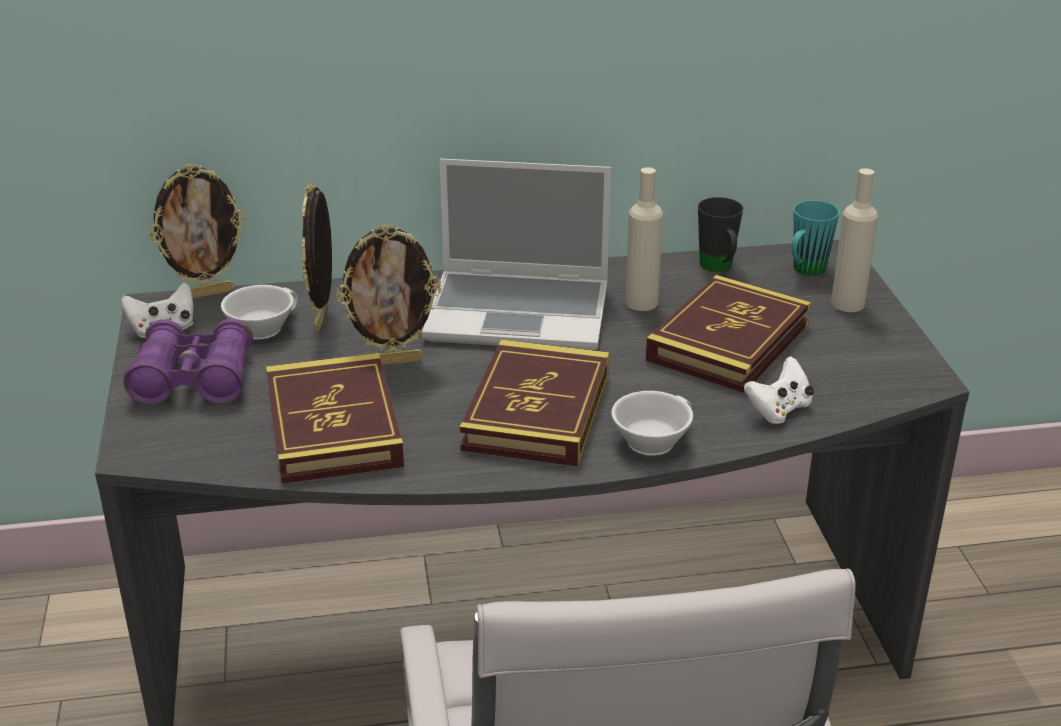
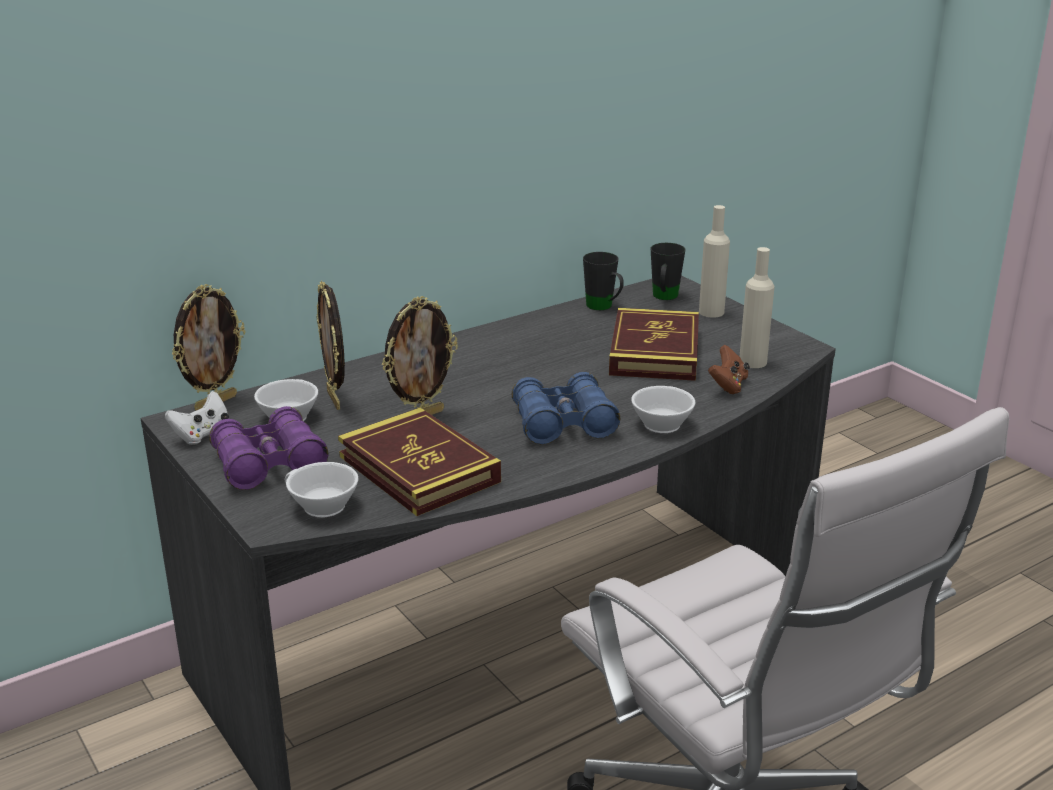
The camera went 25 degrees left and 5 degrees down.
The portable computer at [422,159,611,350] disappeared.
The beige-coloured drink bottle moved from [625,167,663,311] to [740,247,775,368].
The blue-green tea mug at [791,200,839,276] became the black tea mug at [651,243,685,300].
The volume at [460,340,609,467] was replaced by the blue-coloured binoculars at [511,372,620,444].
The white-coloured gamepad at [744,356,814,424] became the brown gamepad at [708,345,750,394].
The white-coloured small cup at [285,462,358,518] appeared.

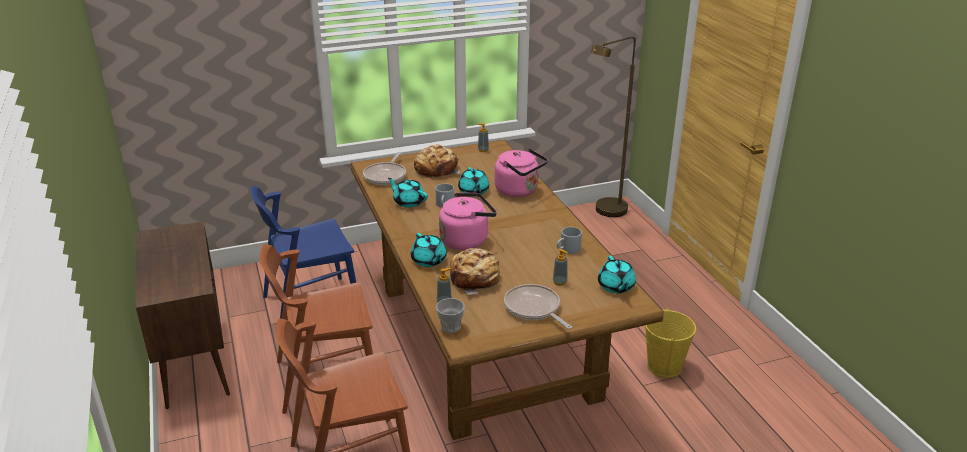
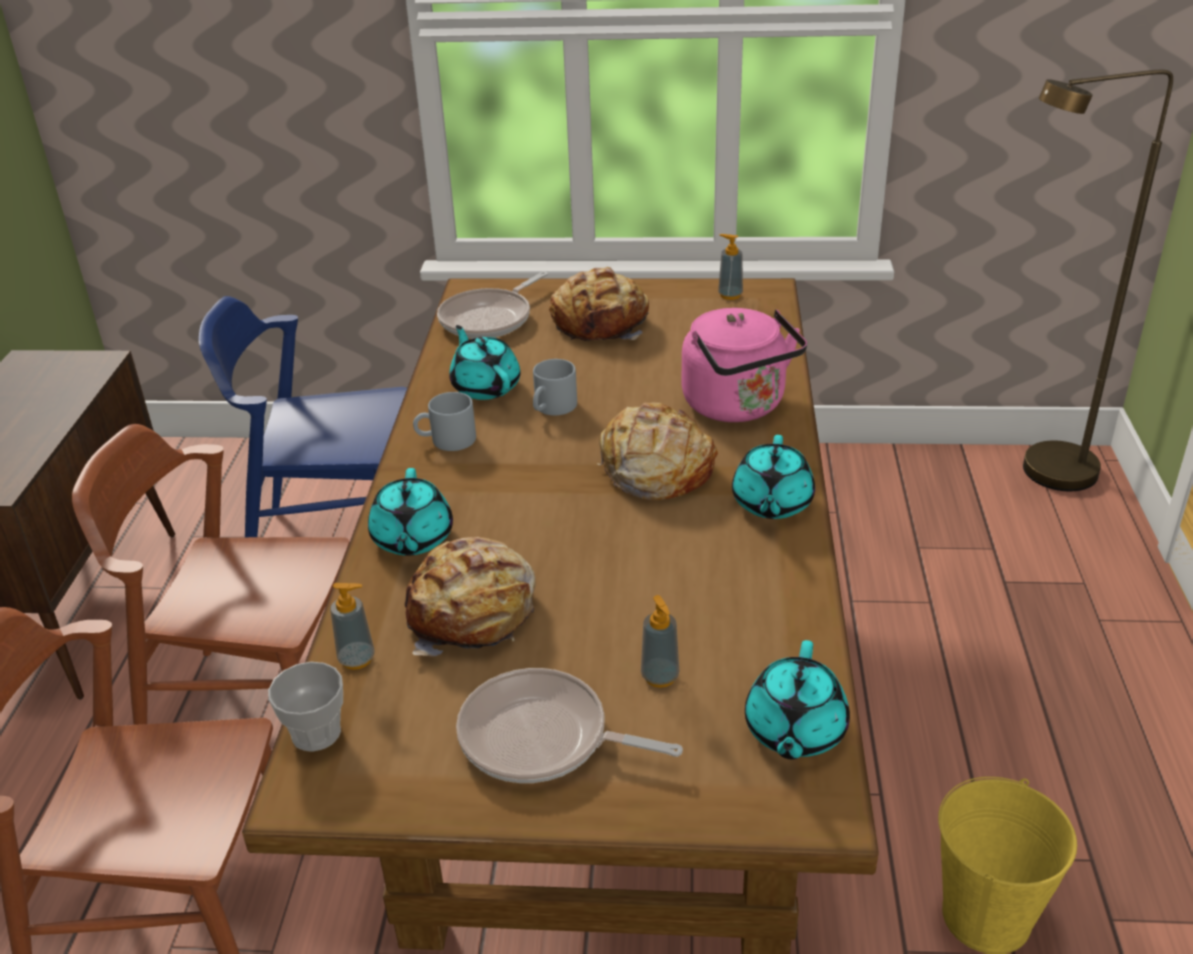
The camera went 25 degrees right and 5 degrees up.
The blue-green tea pot moved from [458,167,489,195] to [732,435,815,519].
The pink-coloured water kettle at [439,193,497,250] disappeared.
The grey tea mug moved from [557,227,582,254] to [413,392,476,451].
The frying pan at [504,284,572,329] turned 60 degrees counterclockwise.
The bread at [597,402,718,500] appeared.

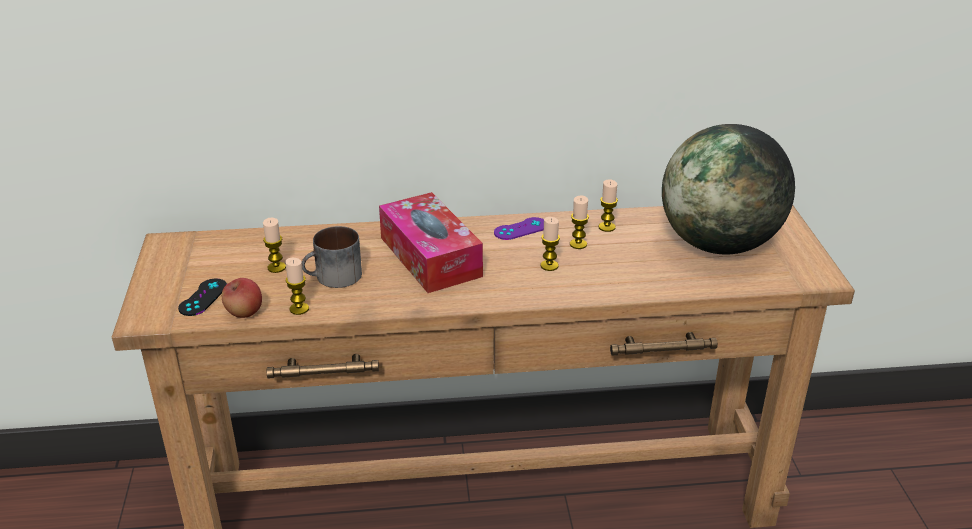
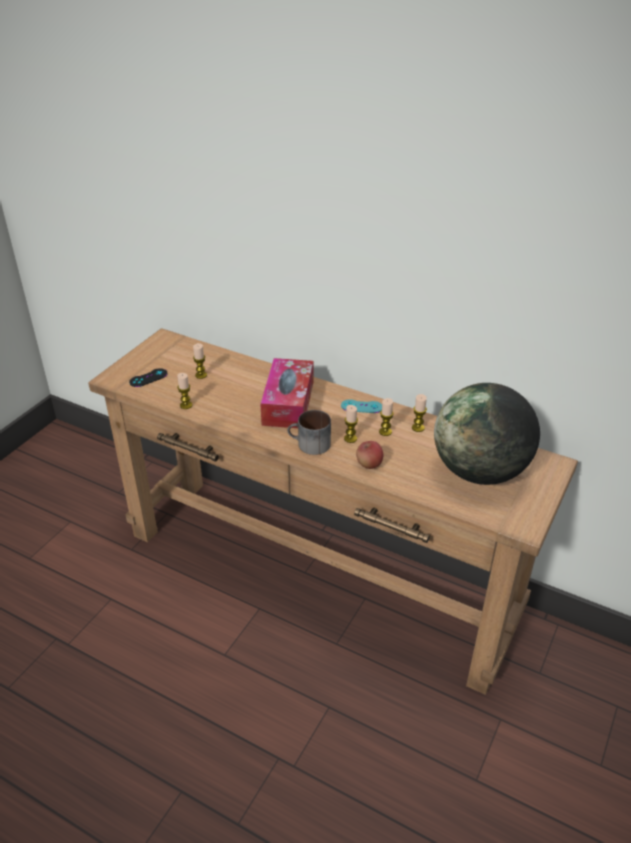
The camera went 35 degrees right and 5 degrees up.
The purplish gamepad at [494,217,544,240] became the blue-green gamepad at [341,399,382,413].
The tea mug moved from [302,226,362,288] to [287,410,331,455].
The apple moved from [222,278,262,318] to [356,441,383,469].

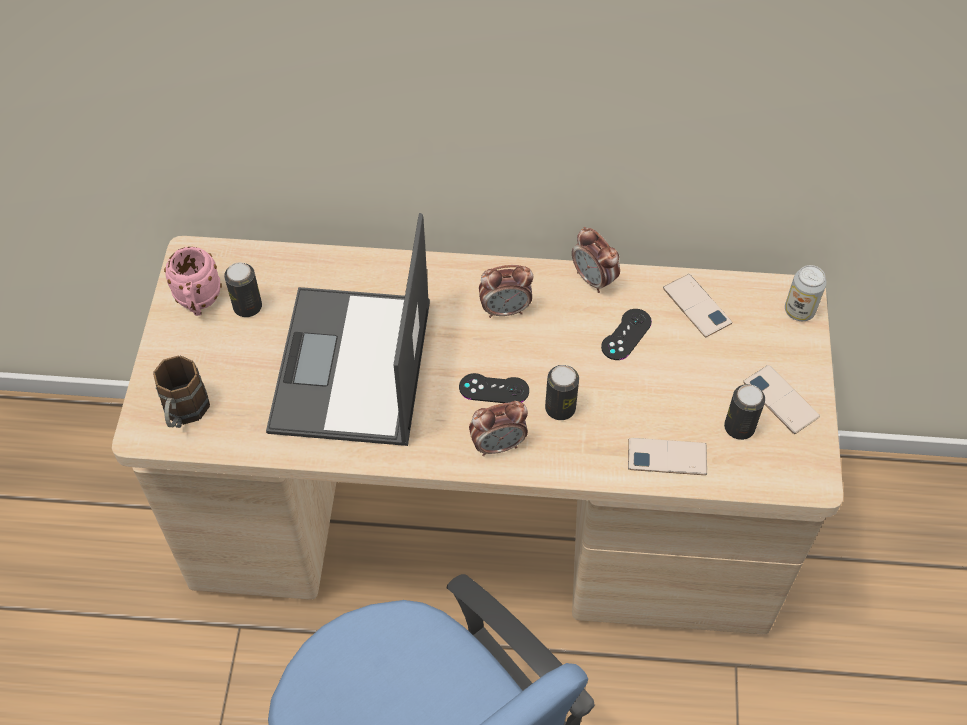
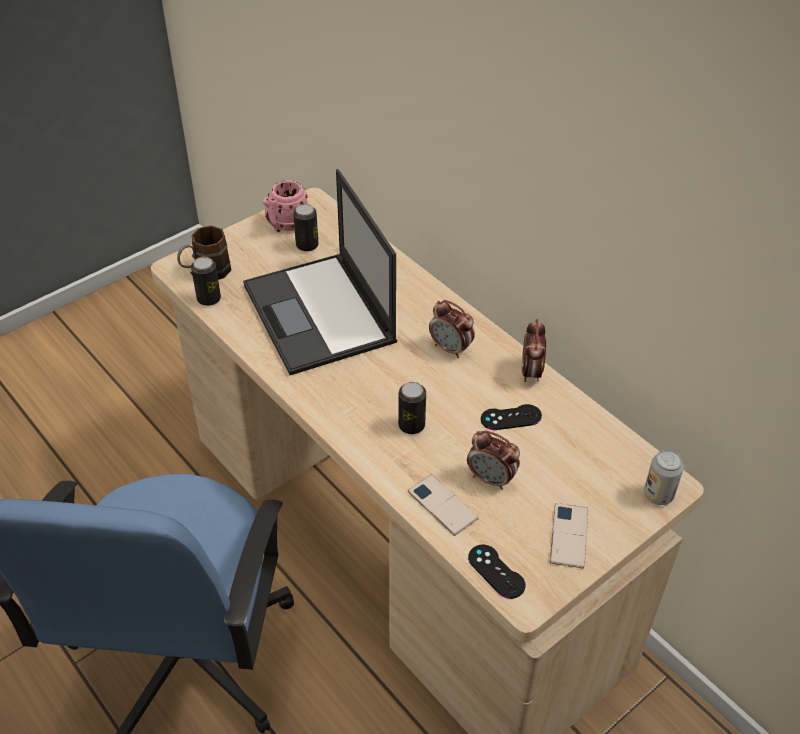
The camera went 45 degrees right and 10 degrees down.
The portable computer at [266,213,430,446] turned 75 degrees counterclockwise.
The phone at [663,274,732,337] disappeared.
The black gamepad moved from [459,373,529,403] to [468,545,525,599].
The can moved from [724,384,765,440] to [191,257,221,306].
The alarm clock moved from [469,401,528,456] to [467,431,520,490].

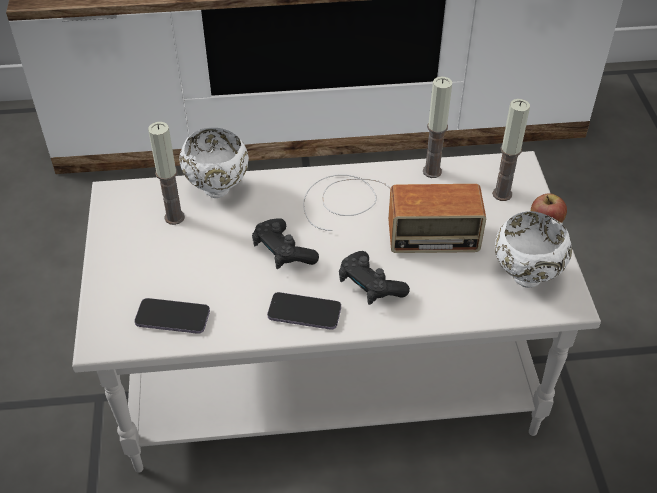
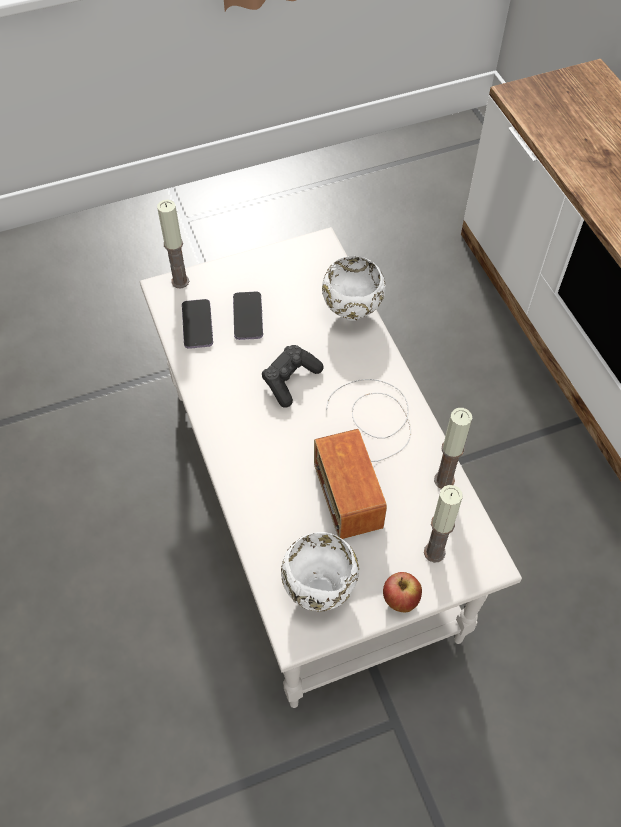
The camera went 75 degrees right and 10 degrees up.
The wax candle moved from [148,122,185,225] to [157,200,189,288].
The black gamepad at [339,251,410,305] disappeared.
The phone moved from [267,292,341,330] to [233,292,263,340].

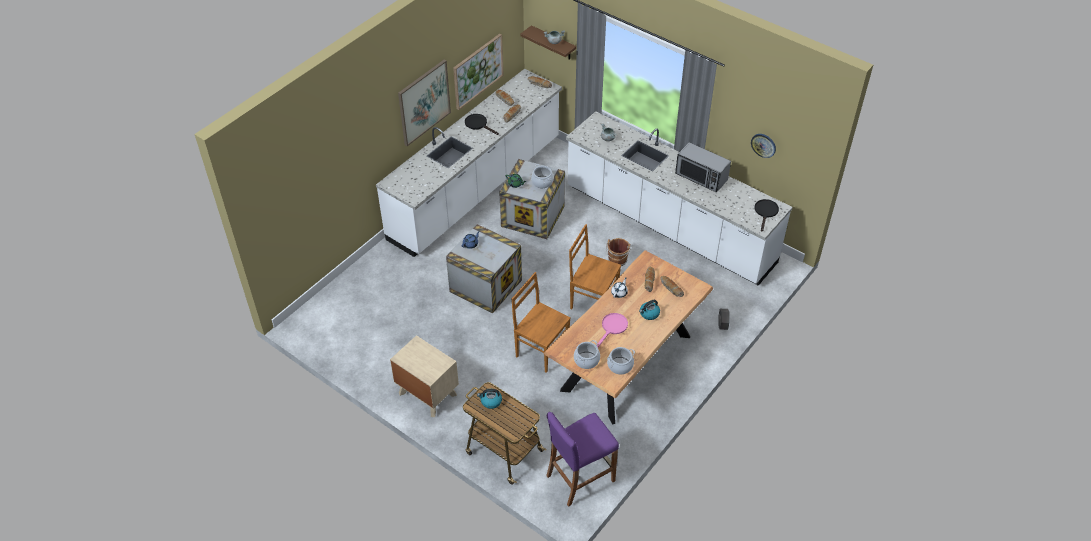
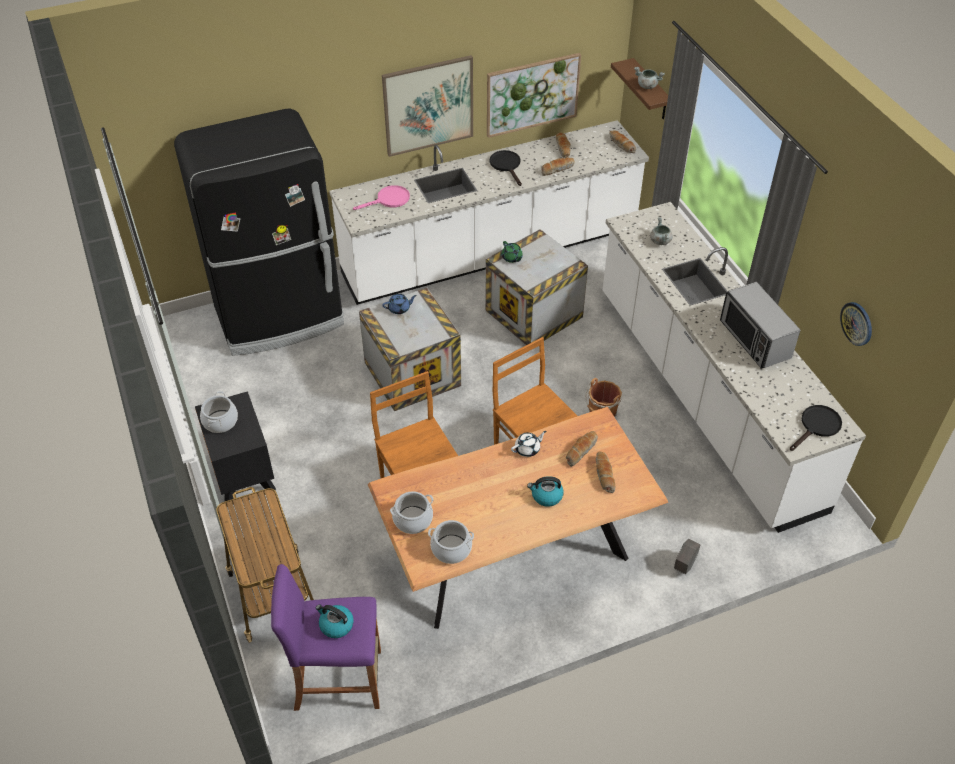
The camera went 30 degrees right and 0 degrees up.
The stockpot moved from [531,164,554,188] to [200,391,238,433].
The pink-coloured frying pan moved from [597,313,628,347] to [353,185,410,210].
The beige-coloured bedside table at [390,335,459,417] became the black bedside table at [195,391,276,502].
The water kettle moved from [477,389,502,409] to [316,604,354,638].
The black kitchen fridge at [174,109,344,356] appeared.

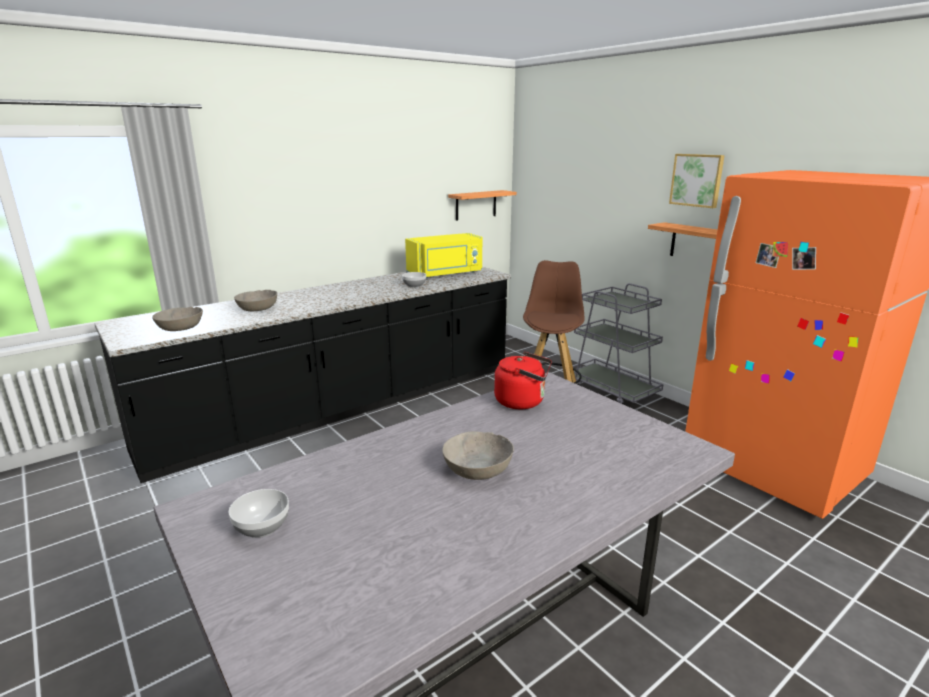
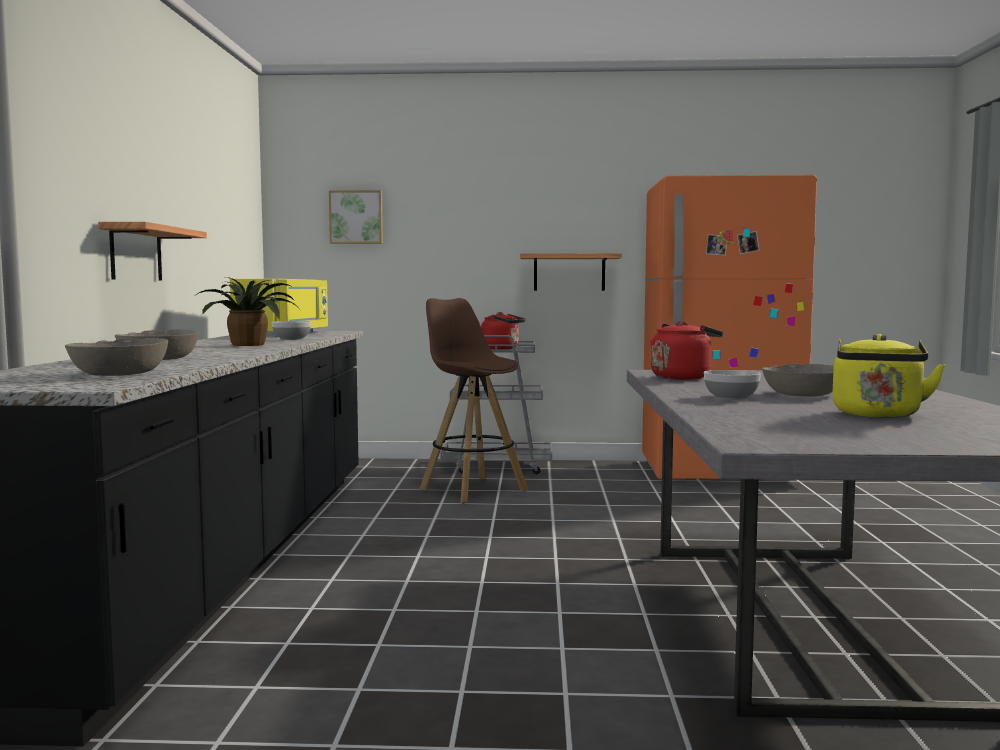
The camera went 50 degrees left and 15 degrees down.
The wall picture moved from [669,154,725,208] to [329,190,383,244].
The shelf moved from [448,190,517,220] to [98,222,207,280].
The deep dish moved from [228,489,289,538] to [704,370,761,400].
The potted plant at [196,277,299,346] appeared.
The reddish water kettle at [481,312,526,350] appeared.
The yellow-coloured water kettle at [832,334,945,418] appeared.

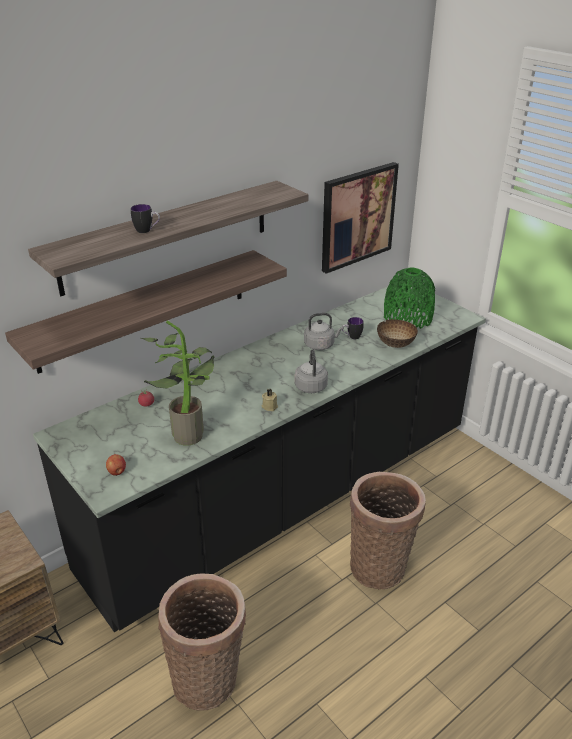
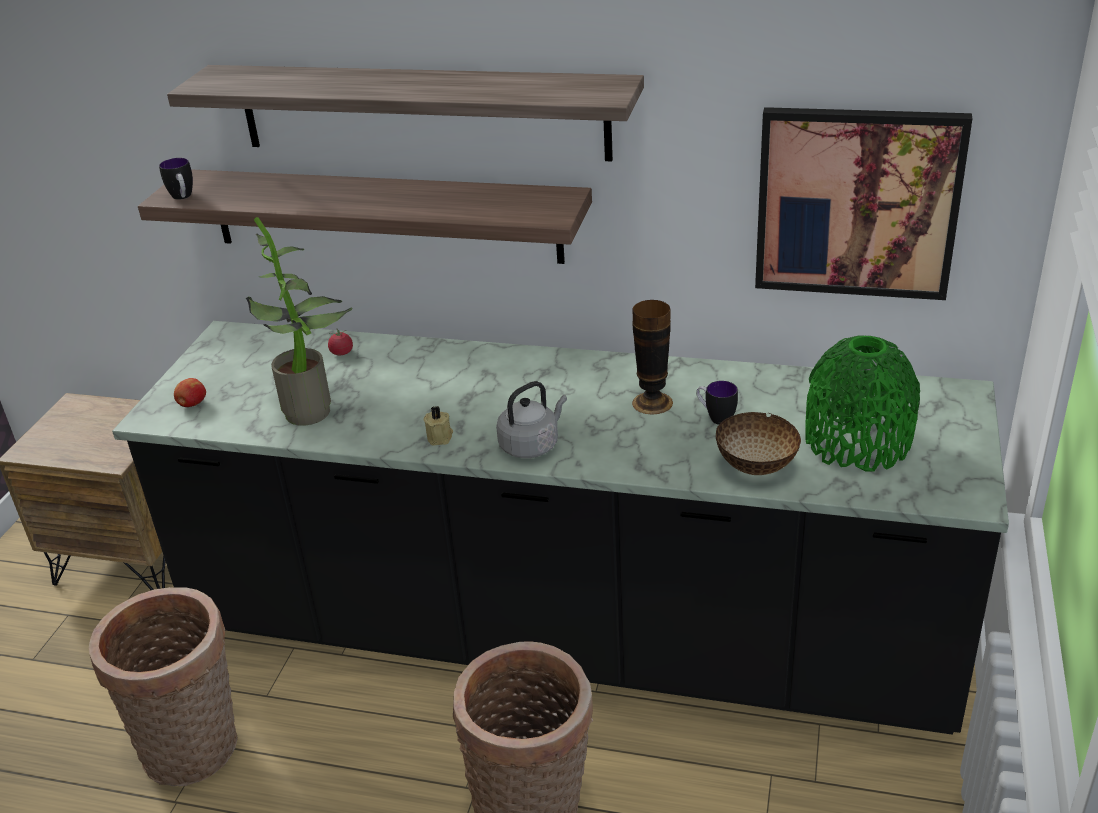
The camera went 55 degrees right and 0 degrees up.
The tea mug moved from [131,204,160,233] to [159,158,193,200].
The grey water kettle at [304,313,344,350] was replaced by the decorative vase at [632,300,673,415].

